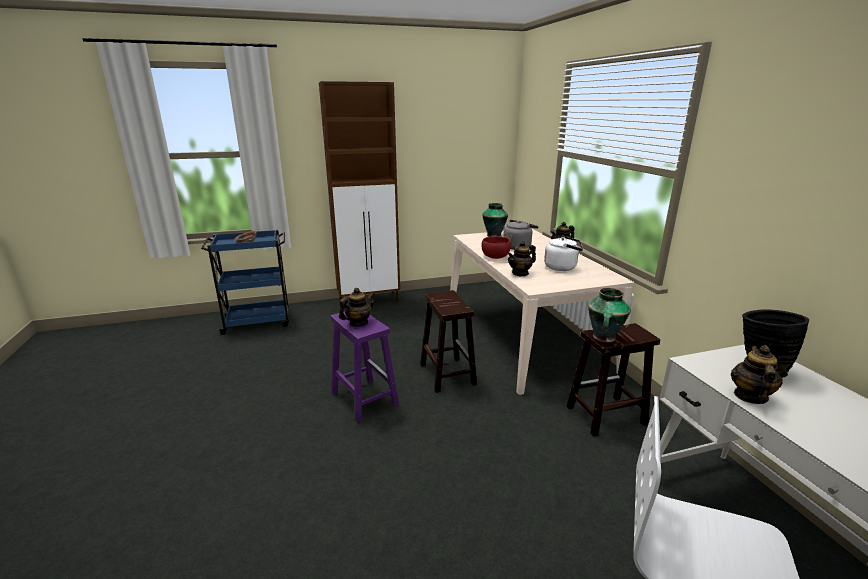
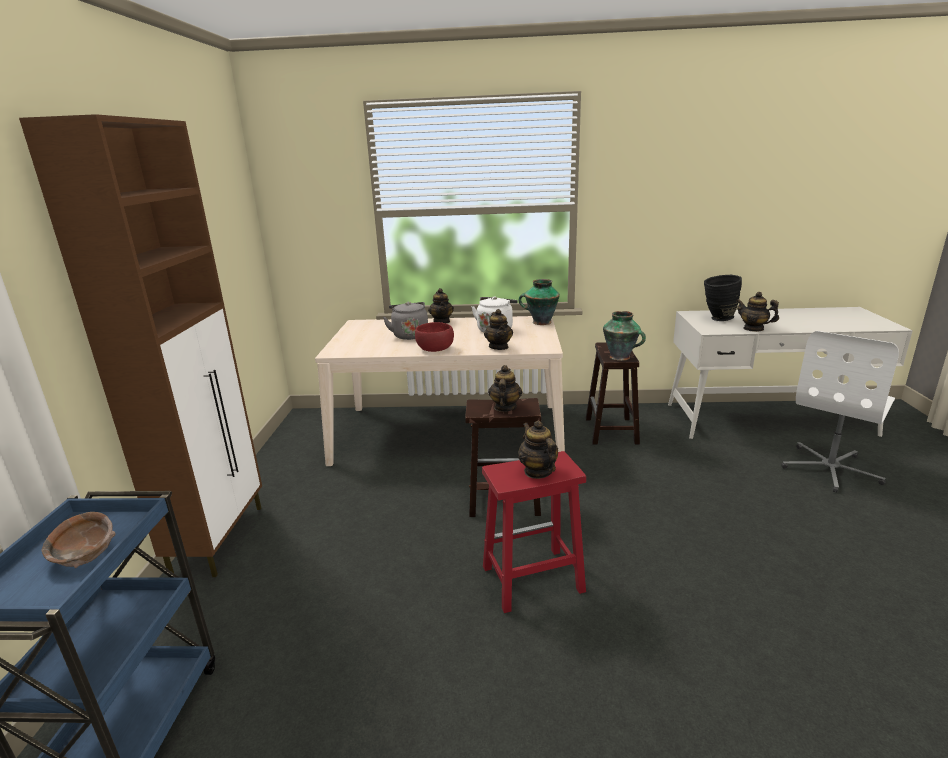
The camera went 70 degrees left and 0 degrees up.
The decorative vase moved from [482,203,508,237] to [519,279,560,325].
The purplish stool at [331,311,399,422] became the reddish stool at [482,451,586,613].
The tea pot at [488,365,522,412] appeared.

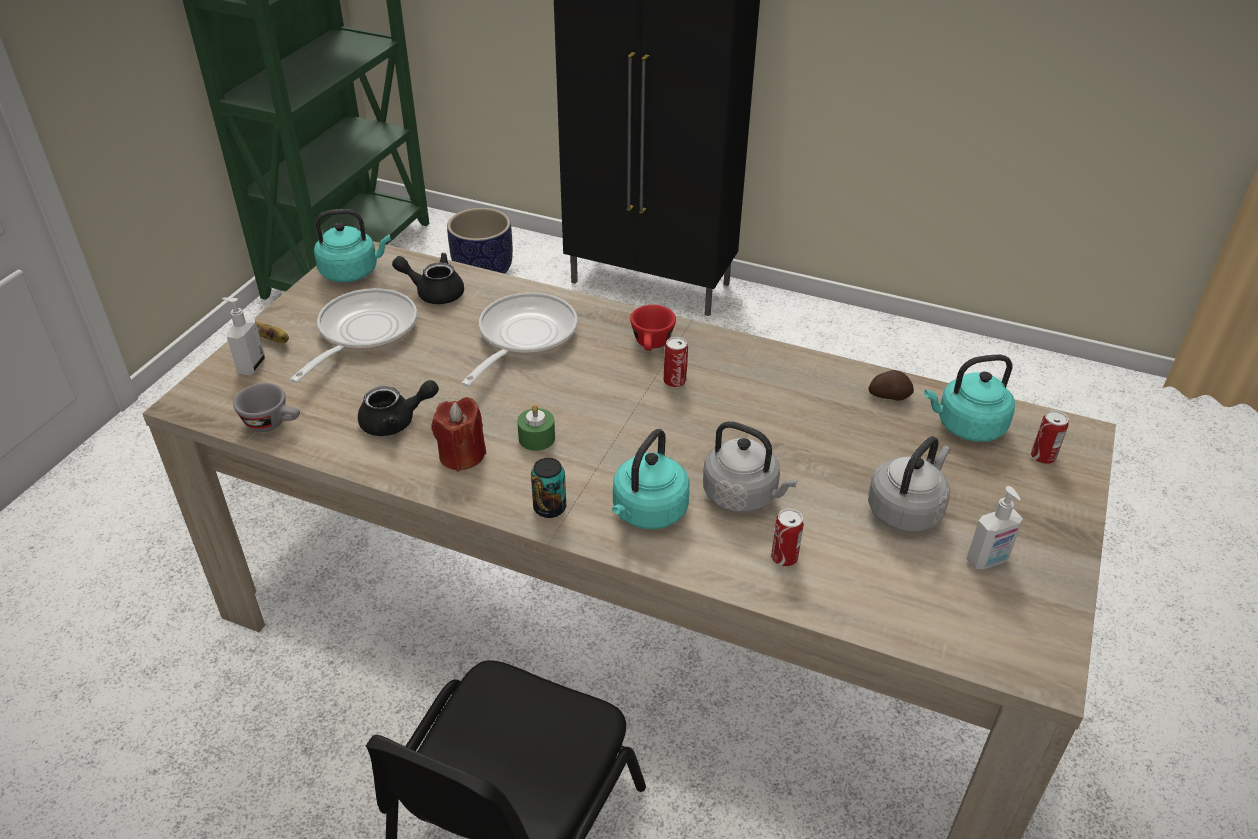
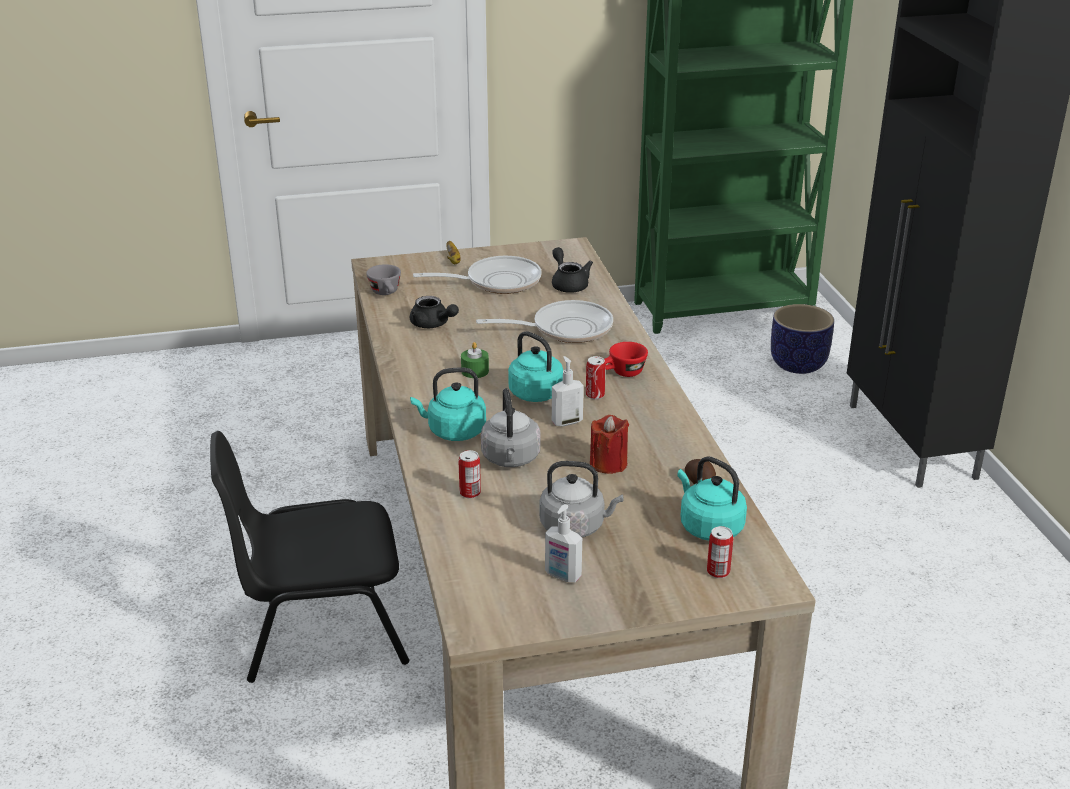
The camera went 55 degrees right and 10 degrees down.
The blue-green water kettle moved from [314,209,391,283] to [508,331,563,402].
The liquid soap bottle moved from [222,298,265,376] to [552,356,584,426].
The reddish wax candle moved from [432,397,486,472] to [590,415,629,474].
The can at [531,458,566,518] disappeared.

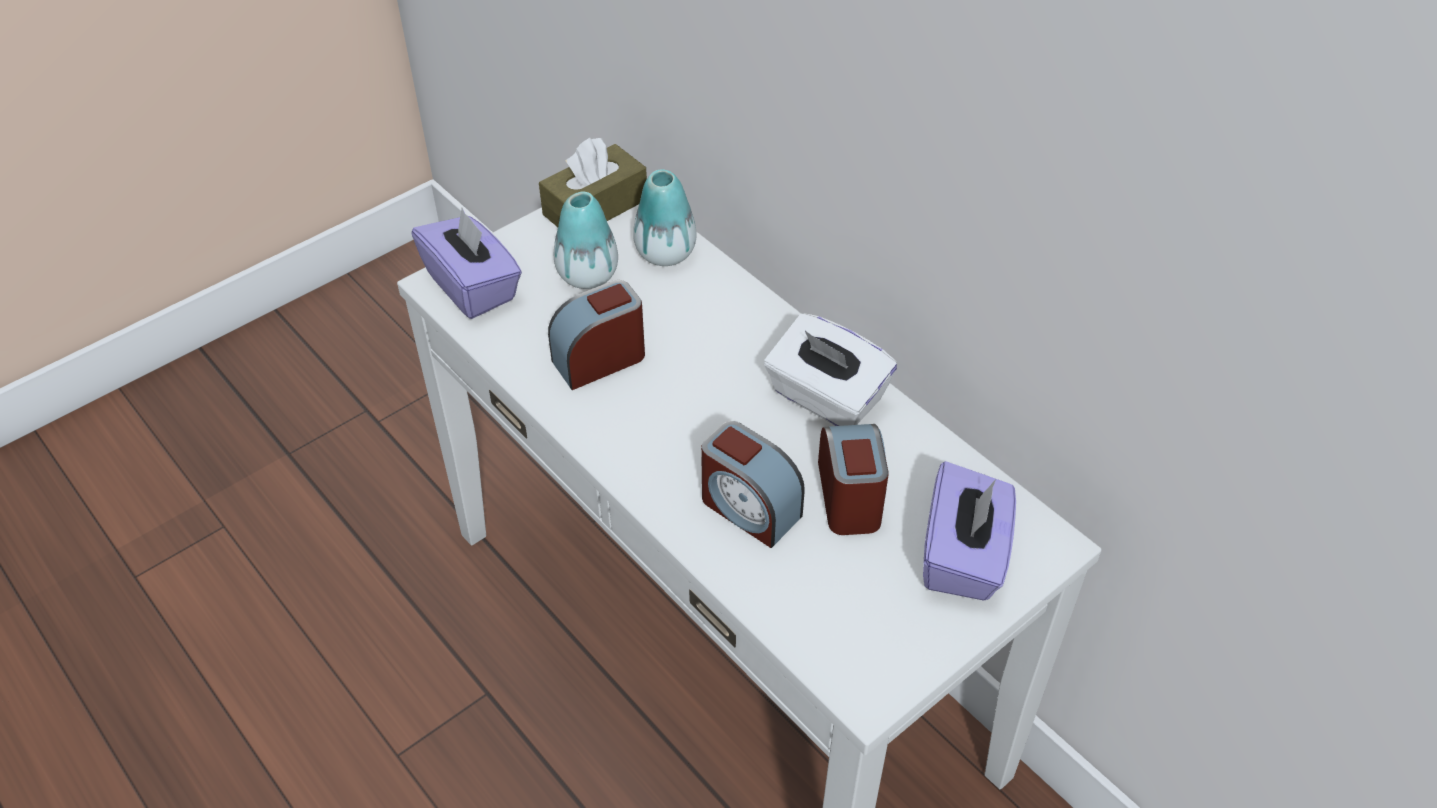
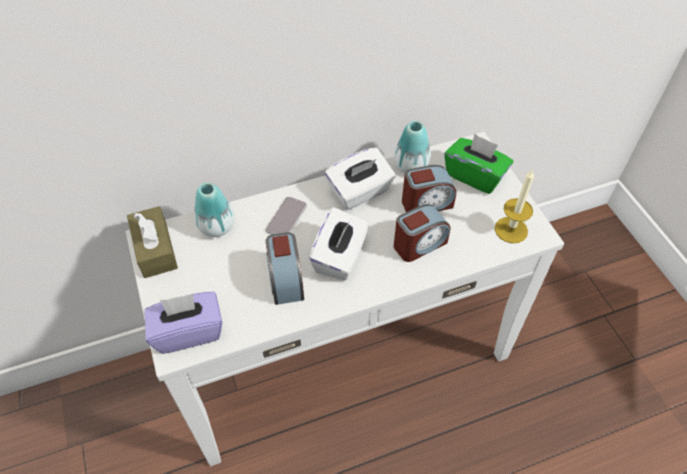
The camera went 70 degrees left and 5 degrees up.
The decorative vase moved from [554,192,618,289] to [394,121,431,173].
The alarm clock at [818,424,889,535] turned 150 degrees clockwise.
The purplish box of tissues at [923,461,1016,601] became the green box of tissues at [444,133,513,194].
The wax candle at [495,170,534,243] appeared.
The phone at [266,197,307,234] appeared.
The white-coloured box of tissues at [309,207,369,280] appeared.

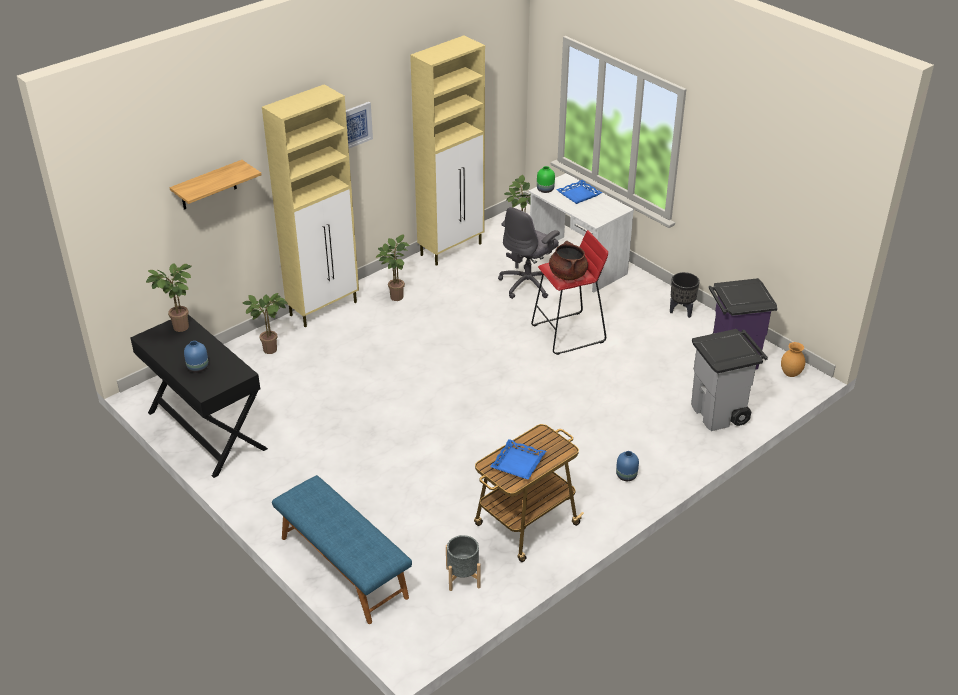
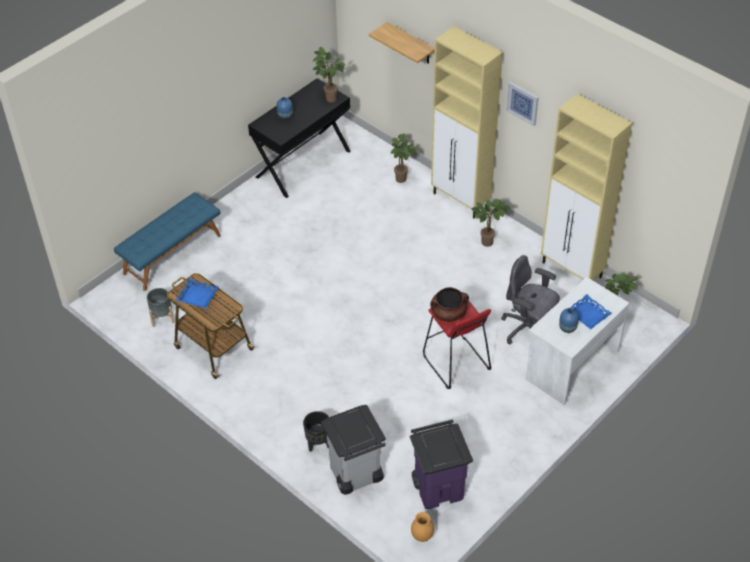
The camera went 85 degrees right and 10 degrees up.
The green decorative vase at [537,166,555,193] disappeared.
The black flower pot moved from [670,272,700,318] to [303,411,329,452].
The blue-coloured decorative vase moved from [616,451,639,481] to [559,308,579,333].

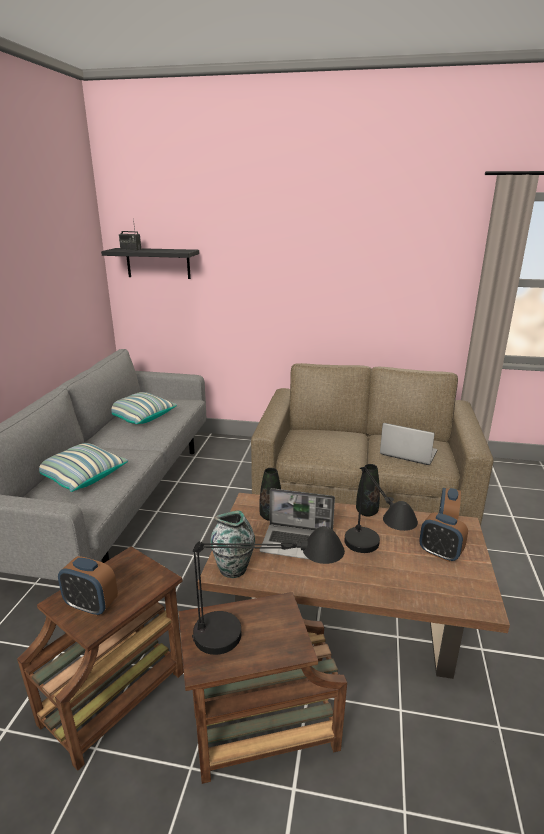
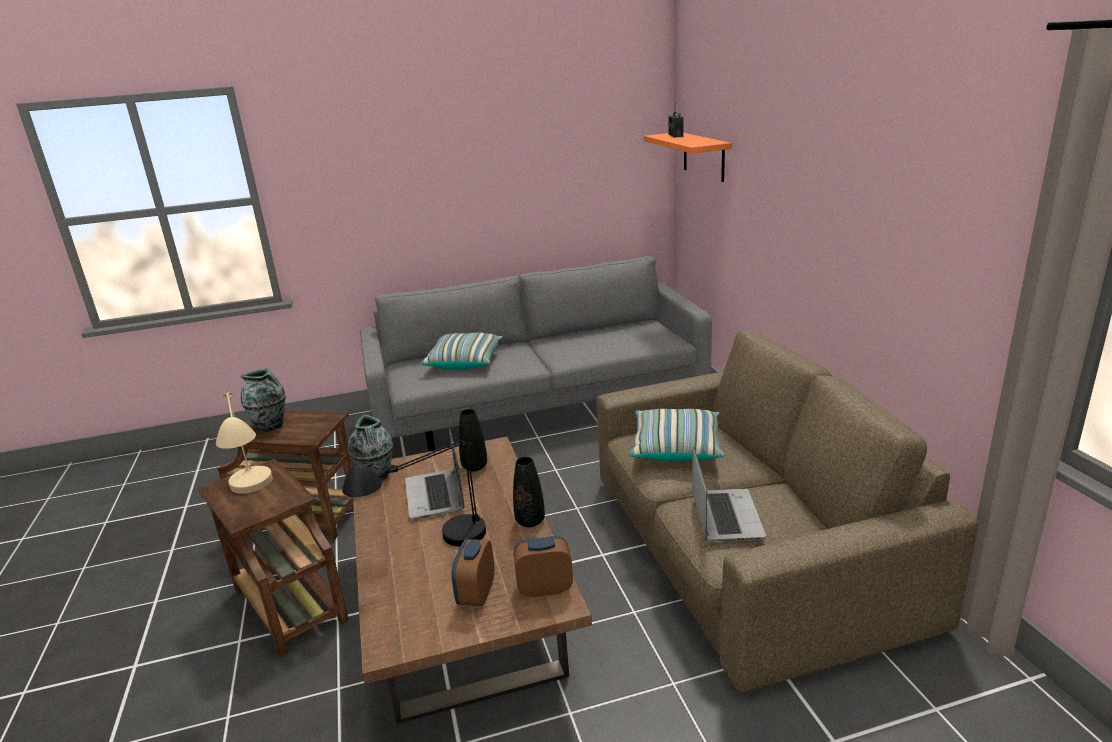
The camera went 65 degrees right and 0 degrees up.
The black shelf at [101,248,199,279] became the orangey shelf at [644,133,732,182].
The pillow moved from [111,392,177,424] to [628,409,725,461].
The black table lamp at [192,526,345,655] became the beige-coloured table lamp at [216,392,273,494].
The alarm clock at [58,556,118,616] was replaced by the decorative vase at [240,368,286,432].

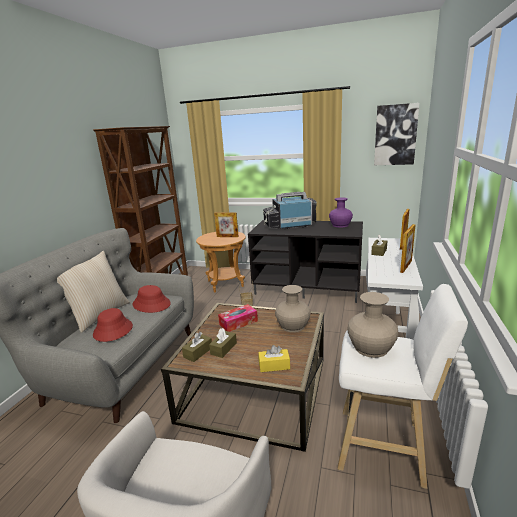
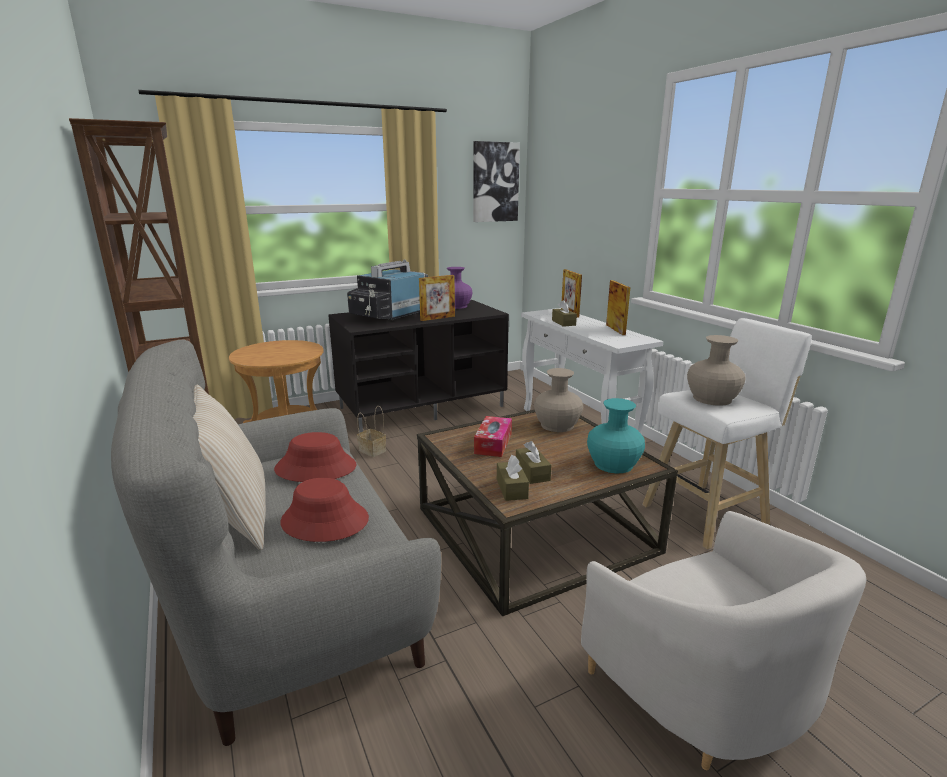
The camera went 45 degrees left and 0 degrees up.
The picture frame moved from [214,212,239,237] to [419,275,455,321].
The yellow-coloured box of tissues at [258,345,290,372] was replaced by the blue-green decorative vase at [587,398,645,473].

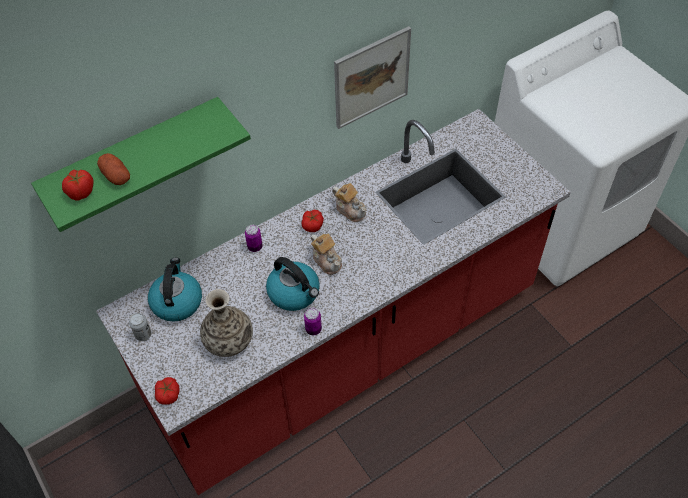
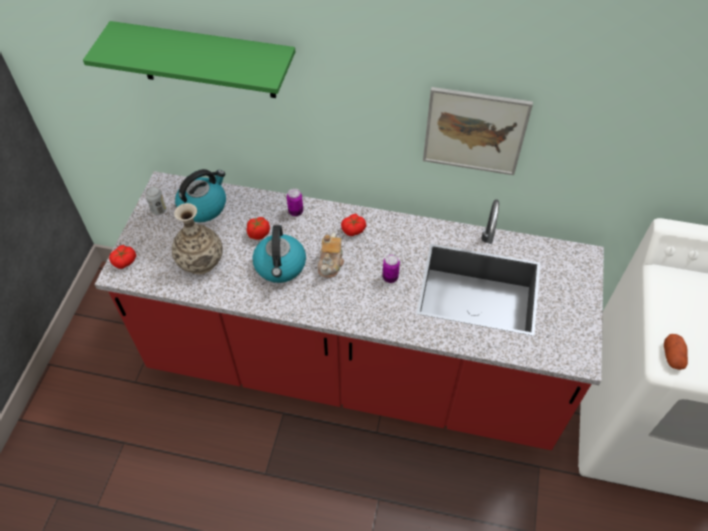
The camera went 45 degrees right and 0 degrees up.
The whole potato moved from [97,153,130,185] to [664,334,688,370].
The tomato moved from [62,170,94,201] to [246,217,270,240].
The tea pot at [332,183,367,222] disappeared.
The can moved from [304,308,322,335] to [383,254,400,283].

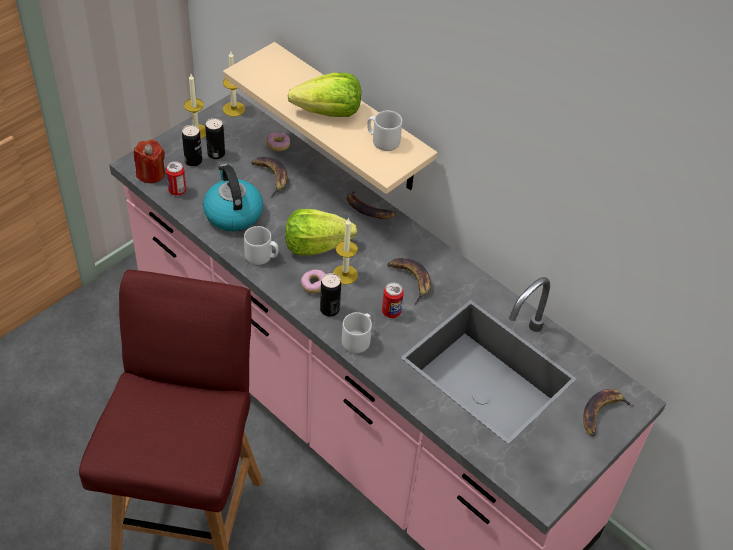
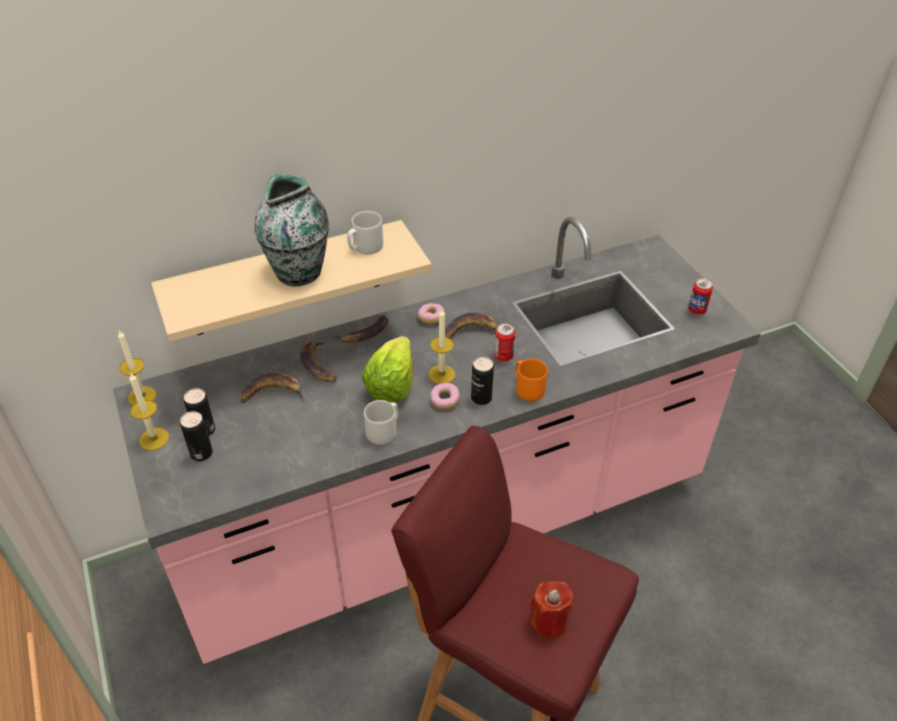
The camera went 65 degrees left and 5 degrees down.
The head of lettuce at [288,73,361,117] was replaced by the decorative vase at [254,174,329,286].
The doughnut moved from [266,132,290,151] to [418,303,445,324].
The reddish wax candle moved from [134,139,165,183] to [529,581,574,639].
The can moved from [166,161,186,196] to [688,278,713,315].
The water kettle at [203,164,263,231] disappeared.
The grey tea mug at [342,312,372,353] became the orangey tea mug at [516,359,548,401].
The whole banana moved from [583,389,635,436] to [300,341,337,382].

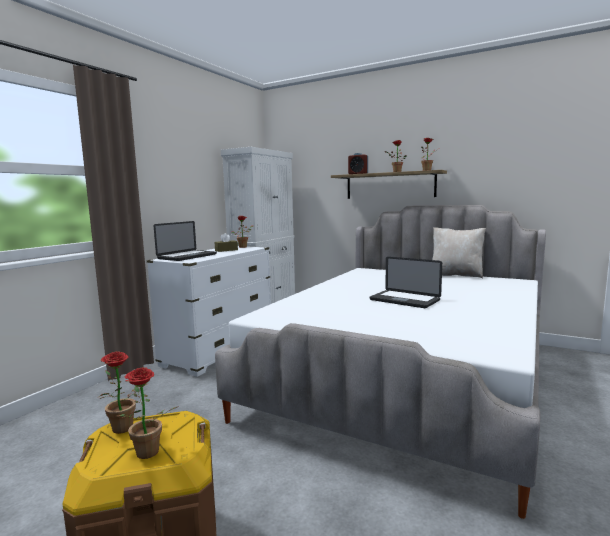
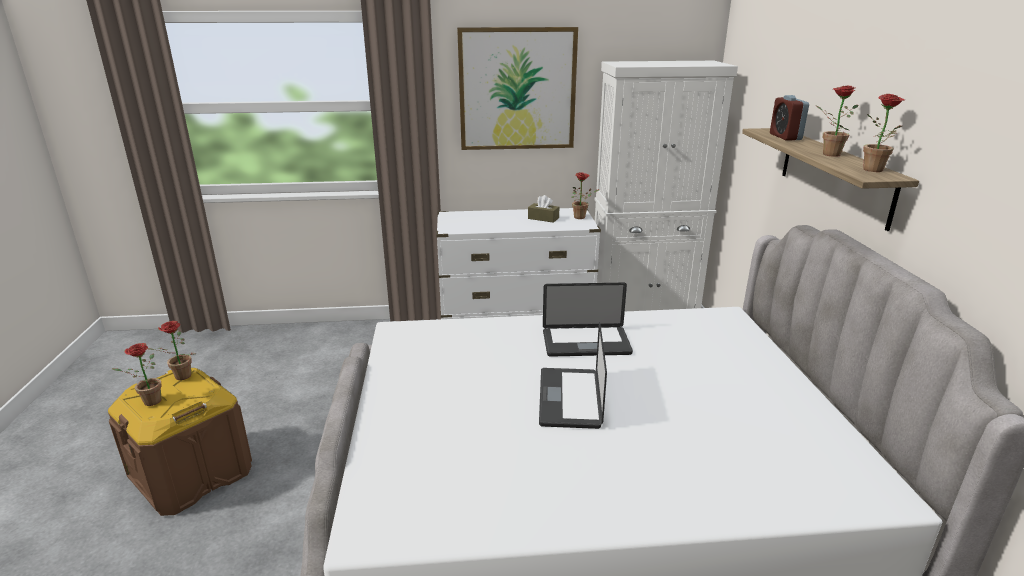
The camera went 55 degrees right and 15 degrees up.
The portable computer moved from [154,221,217,261] to [543,283,633,357].
The beige-coloured pillow at [432,227,486,278] disappeared.
The wall picture at [457,27,578,150] appeared.

